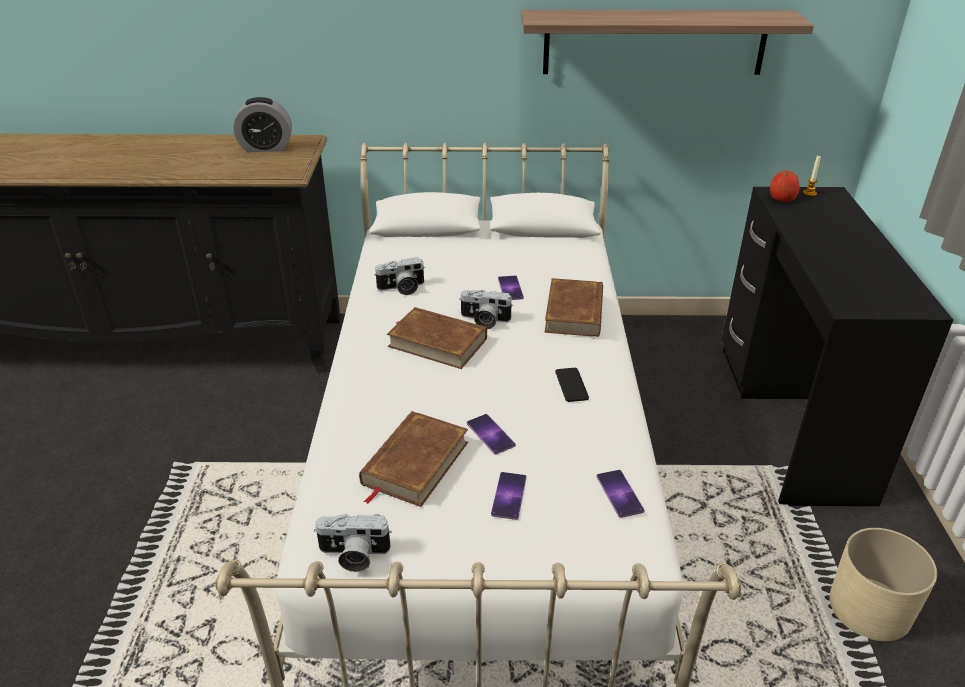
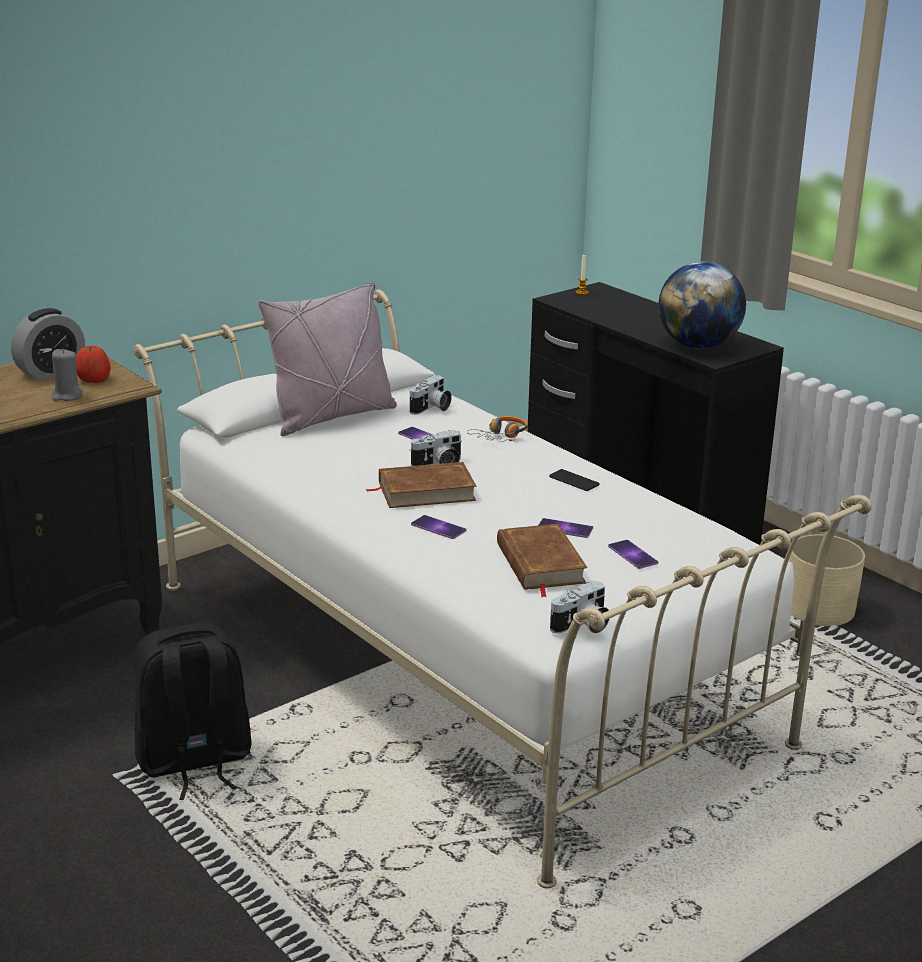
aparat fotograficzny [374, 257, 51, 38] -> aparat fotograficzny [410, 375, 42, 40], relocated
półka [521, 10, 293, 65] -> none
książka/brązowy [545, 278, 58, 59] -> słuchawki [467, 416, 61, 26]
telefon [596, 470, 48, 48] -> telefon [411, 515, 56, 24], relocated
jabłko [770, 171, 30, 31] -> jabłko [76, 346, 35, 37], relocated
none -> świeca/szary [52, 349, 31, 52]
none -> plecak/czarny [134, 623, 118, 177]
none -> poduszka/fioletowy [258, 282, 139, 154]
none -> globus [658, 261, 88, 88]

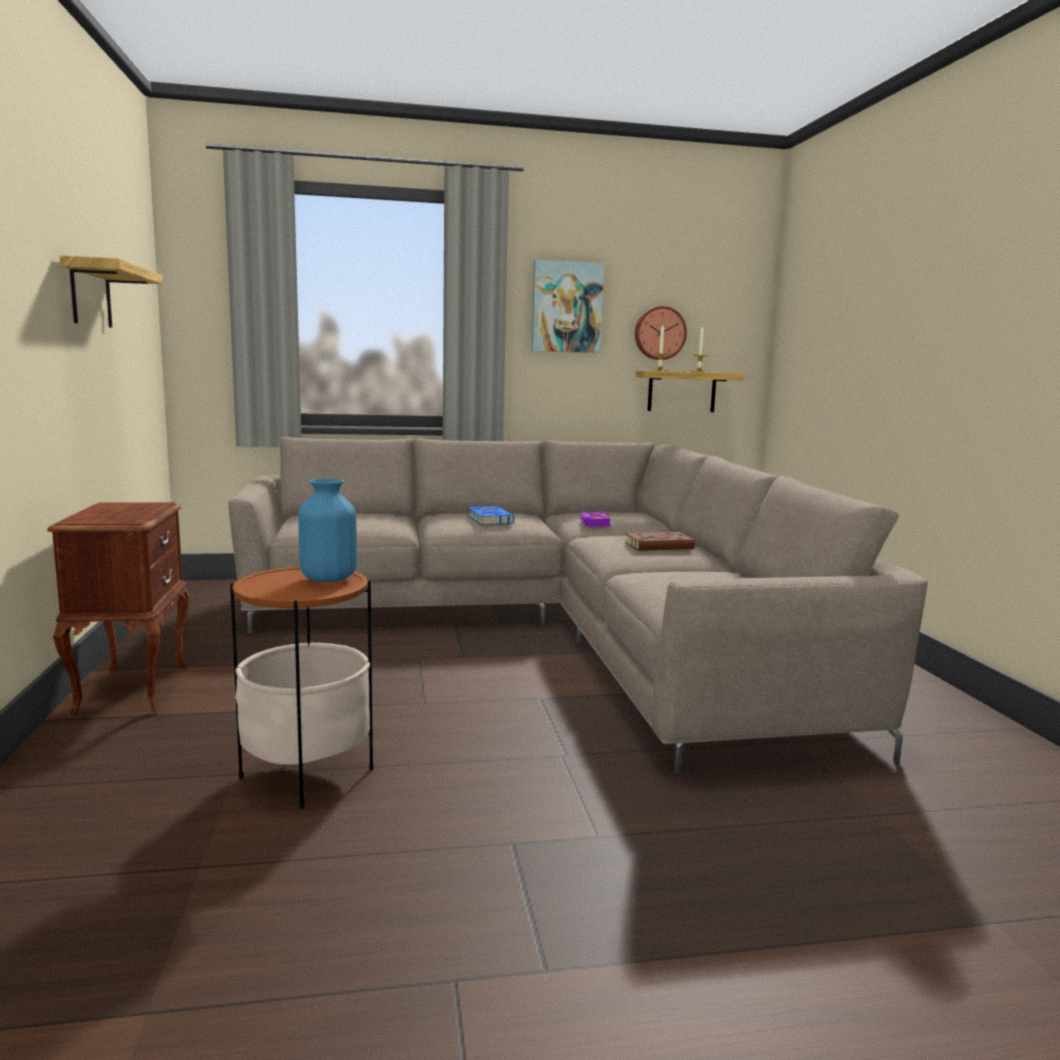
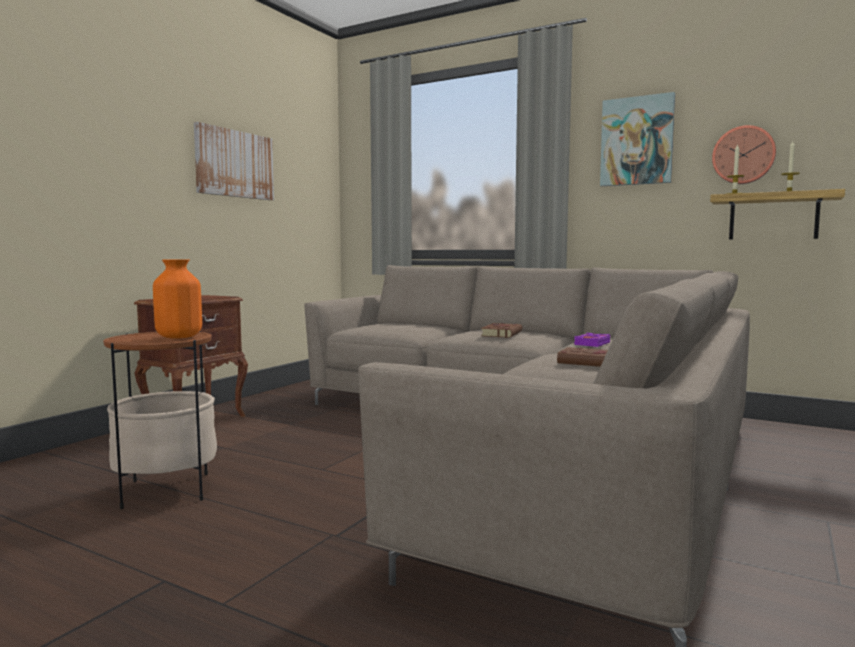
półka [60, 256, 103, 72] -> obraz [194, 122, 80, 78]
wazon/niebieski [298, 479, 59, 103] -> wazon/pomarańczowy [153, 259, 49, 80]
książka/niebieski [468, 506, 46, 19] -> książka/brązowy [481, 323, 41, 15]

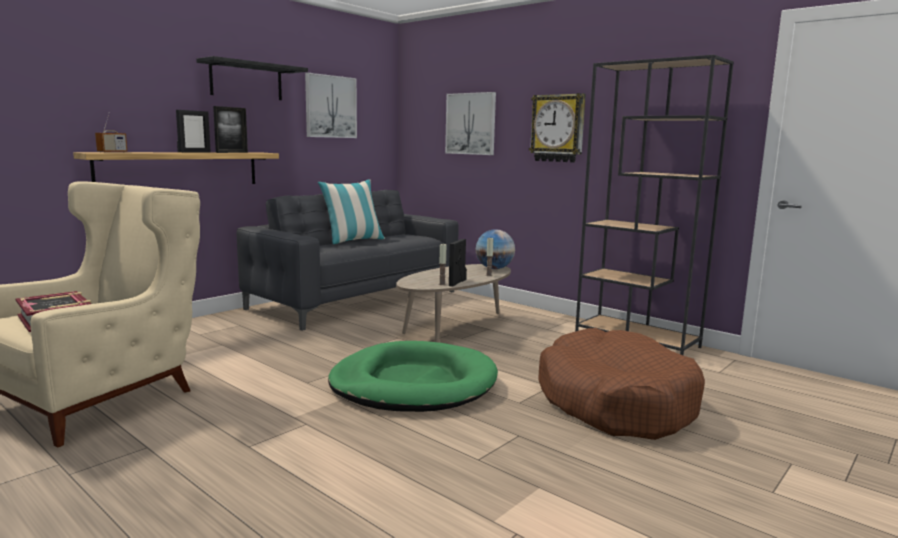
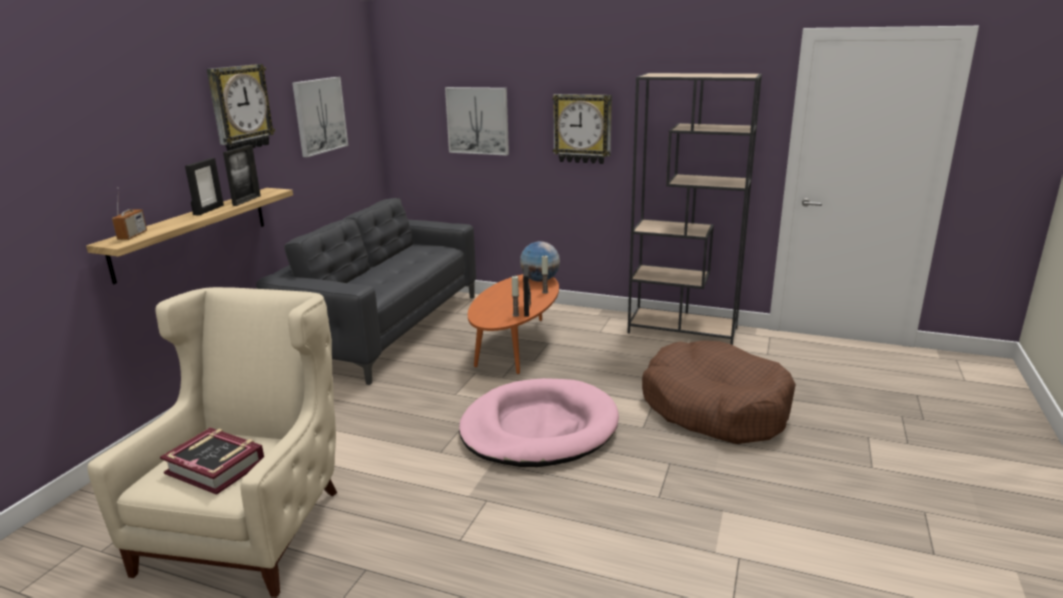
półka/czarny [196, 56, 112, 44] -> zegar ścienny [207, 64, 68, 87]
poduszka [318, 179, 67, 65] -> none
legowisko/zielony [328, 341, 170, 71] -> legowisko/różowy [459, 378, 160, 89]
ława/beżowy [396, 264, 115, 79] -> ława/pomarańczowy [468, 274, 91, 100]

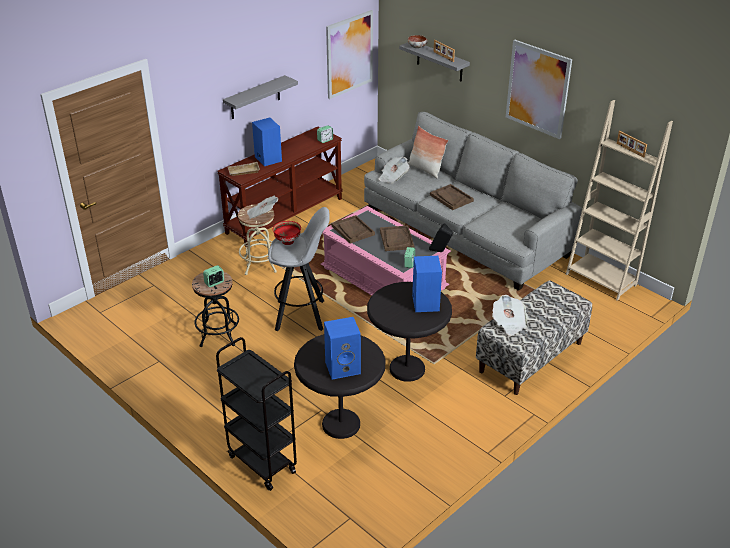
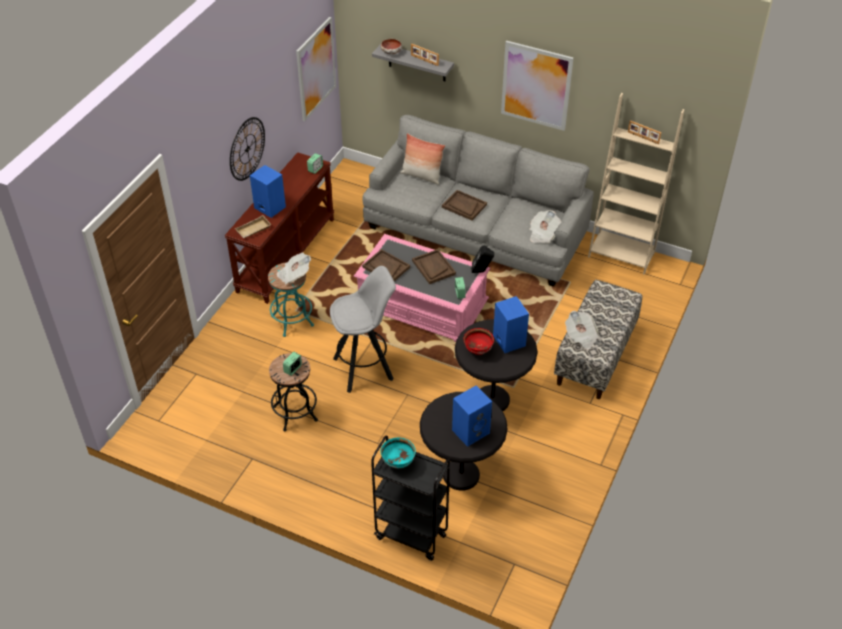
półka/szary [223, 75, 75, 44] -> zegar ścienny [230, 117, 35, 64]
stołek/beżowy [238, 204, 39, 71] -> stołek/turkusowy [268, 262, 46, 75]
miska/czerwony [272, 221, 29, 24] -> miska/czerwony [463, 328, 31, 27], relocated
gazeta [378, 157, 31, 27] -> gazeta [529, 210, 32, 33], relocated
none -> miska/turkusowy [381, 437, 35, 31]

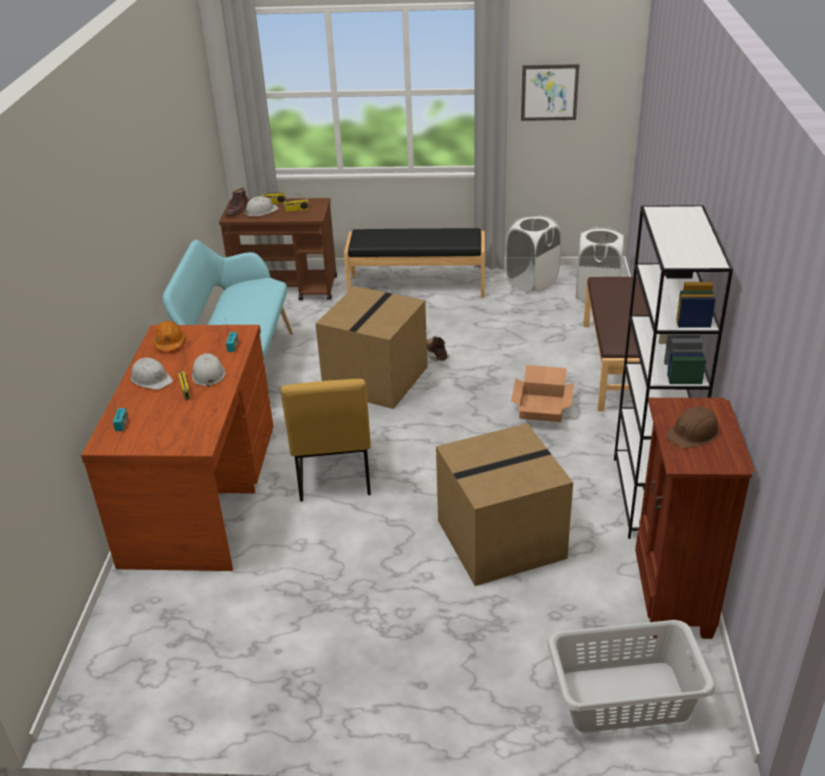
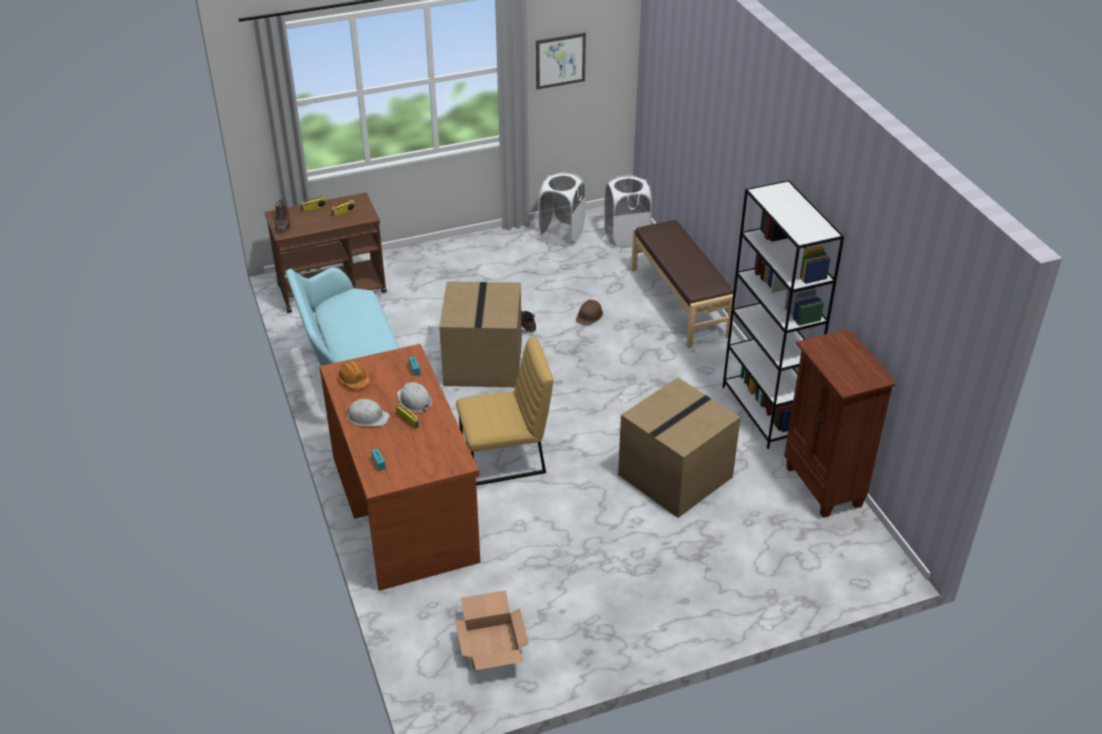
kask/biały [244, 196, 35, 20] -> none
krzesło/żółty [281, 379, 90, 123] -> krzesło/żółty [456, 337, 97, 149], 75 degrees counterclockwise
ławka/czarny [344, 228, 141, 69] -> none
karton [511, 365, 63, 57] -> karton [455, 590, 74, 80], relocated
kosz na pranie/szary [547, 620, 168, 113] -> none
kask/brązowy [666, 406, 53, 42] -> kask/brązowy [576, 300, 27, 26], relocated

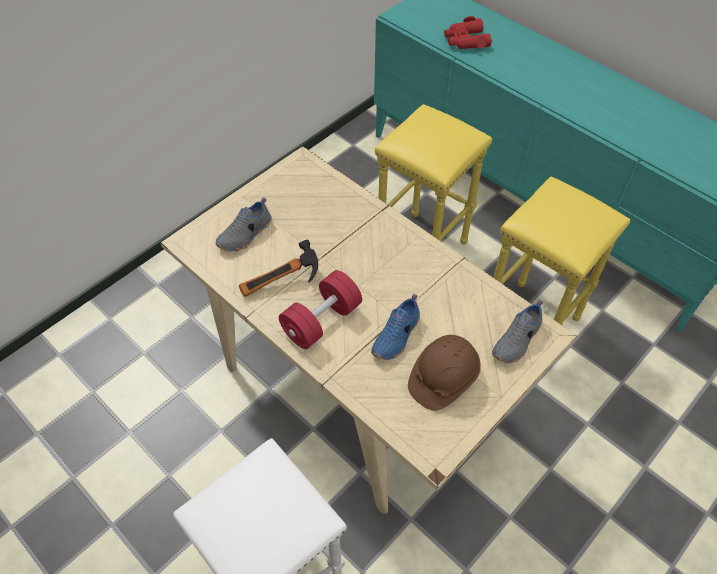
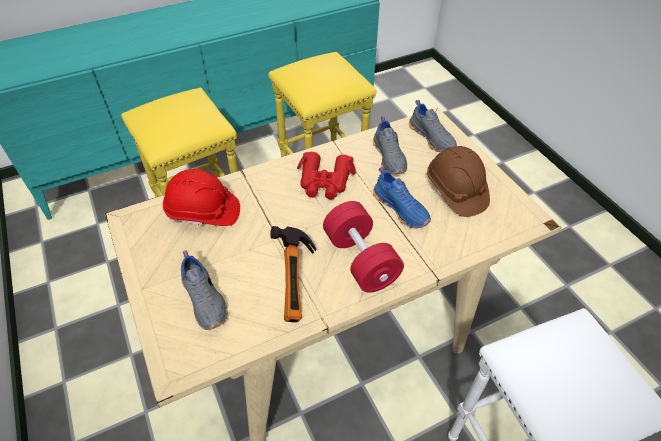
lornetka/czerwony [444, 16, 48, 33] -> lornetka/czerwony [297, 152, 59, 47], relocated
none -> kask/czerwony [163, 169, 77, 57]
none -> but/szary [373, 116, 34, 59]

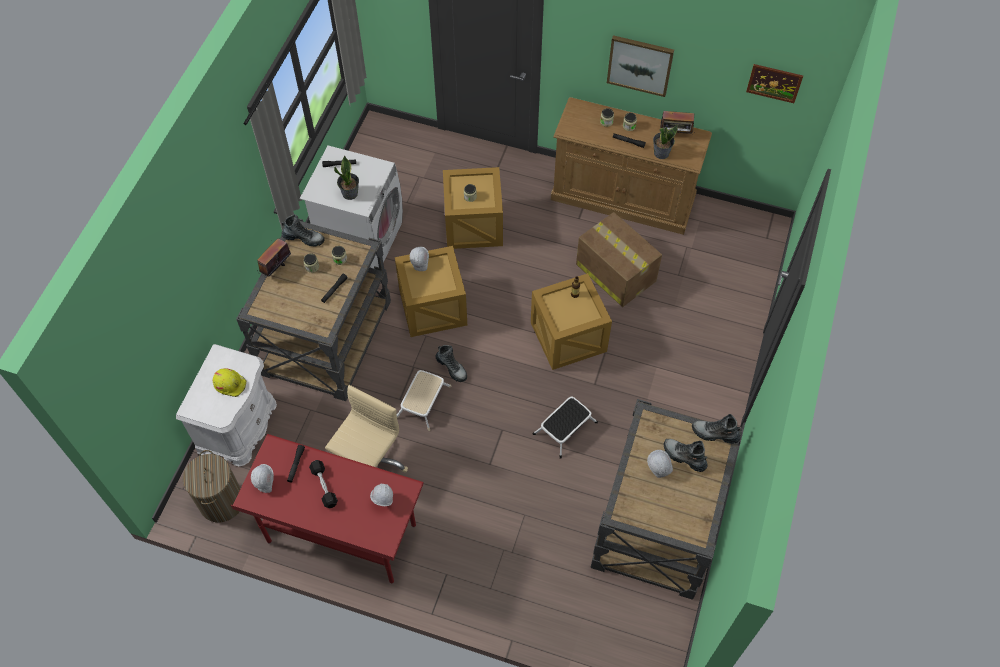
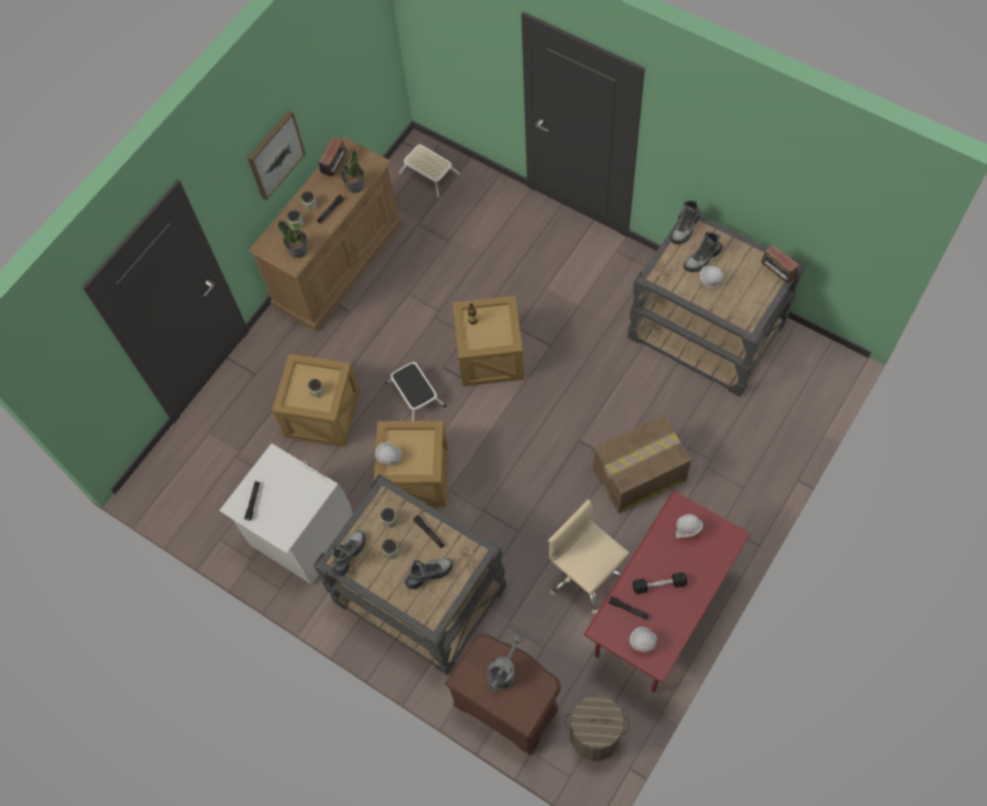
szafka nocna/biały [176, 344, 101, 122] -> szafka nocna/brązowy [445, 634, 116, 122]
kask/żółty [213, 368, 33, 29] -> konewka/szary [488, 635, 35, 56]
radio [257, 238, 34, 39] -> radio [762, 244, 37, 41], relocated
roślina doniczkowa [334, 156, 25, 44] -> roślina doniczkowa [278, 221, 29, 37], relocated
drabinka/beżowy [397, 370, 55, 61] -> drabinka/beżowy [399, 145, 61, 53], relocated
but z cholewką [436, 345, 31, 37] -> but z cholewką [405, 558, 48, 32], relocated
drabinka/czarny [533, 397, 65, 61] -> drabinka/czarny [385, 362, 61, 59], relocated
karton [576, 212, 86, 95] -> karton [593, 415, 98, 98], relocated
obraz [746, 64, 57, 39] -> none

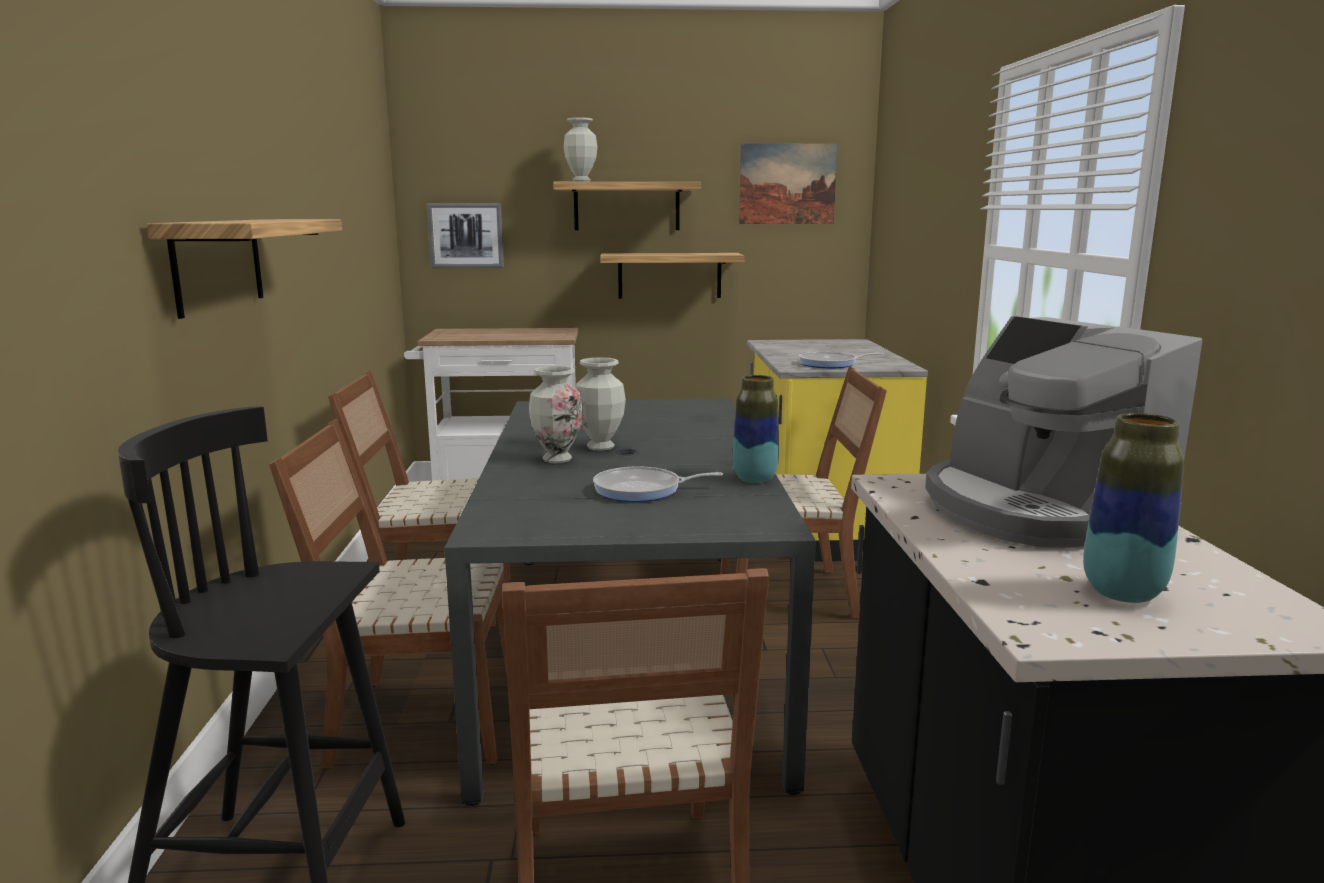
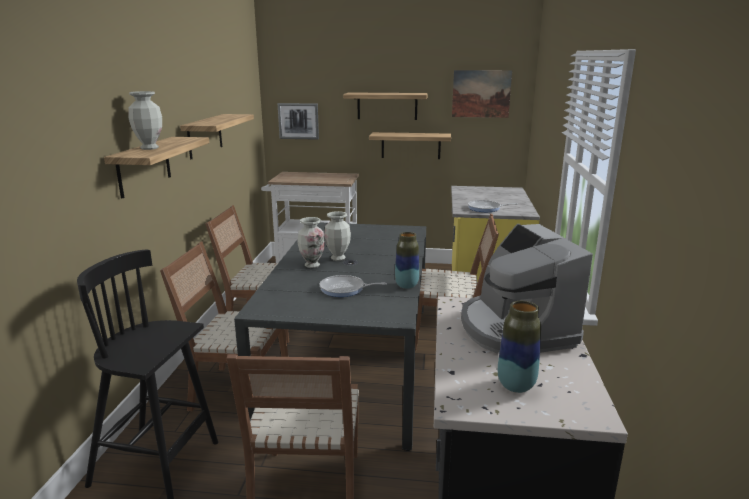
wazon [563, 117, 34, 65] -> wazon [128, 91, 34, 59], relocated
none -> półka [180, 114, 74, 46]

